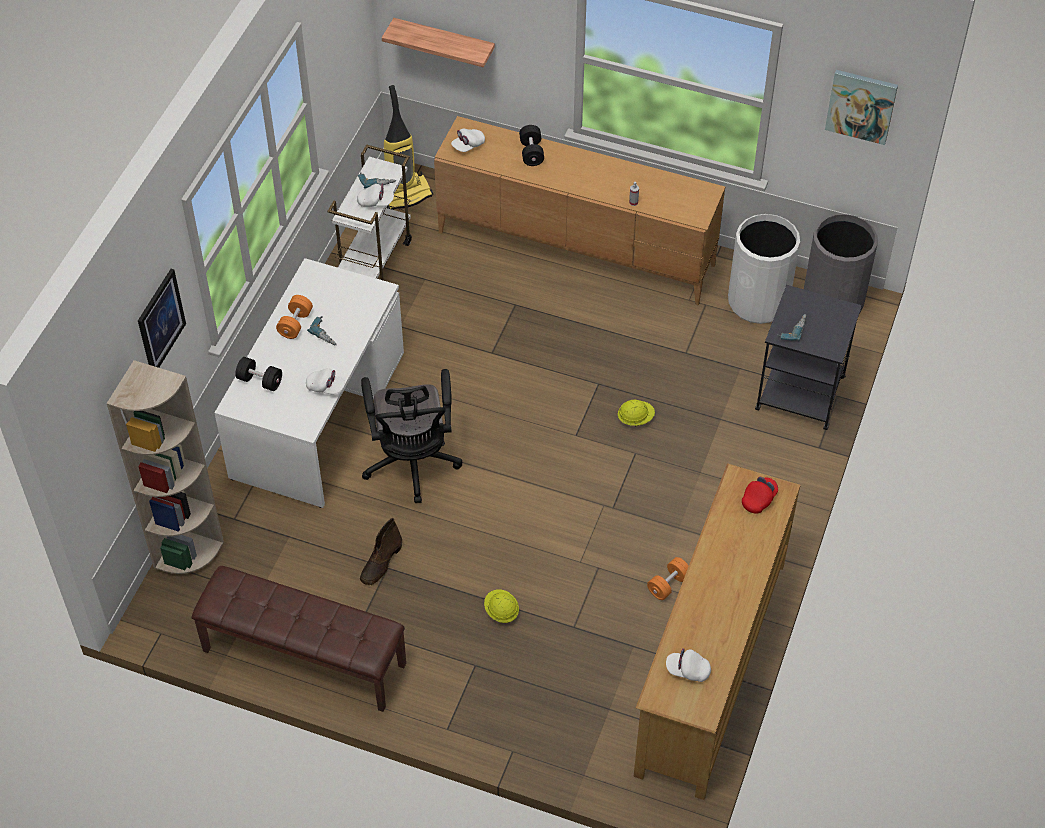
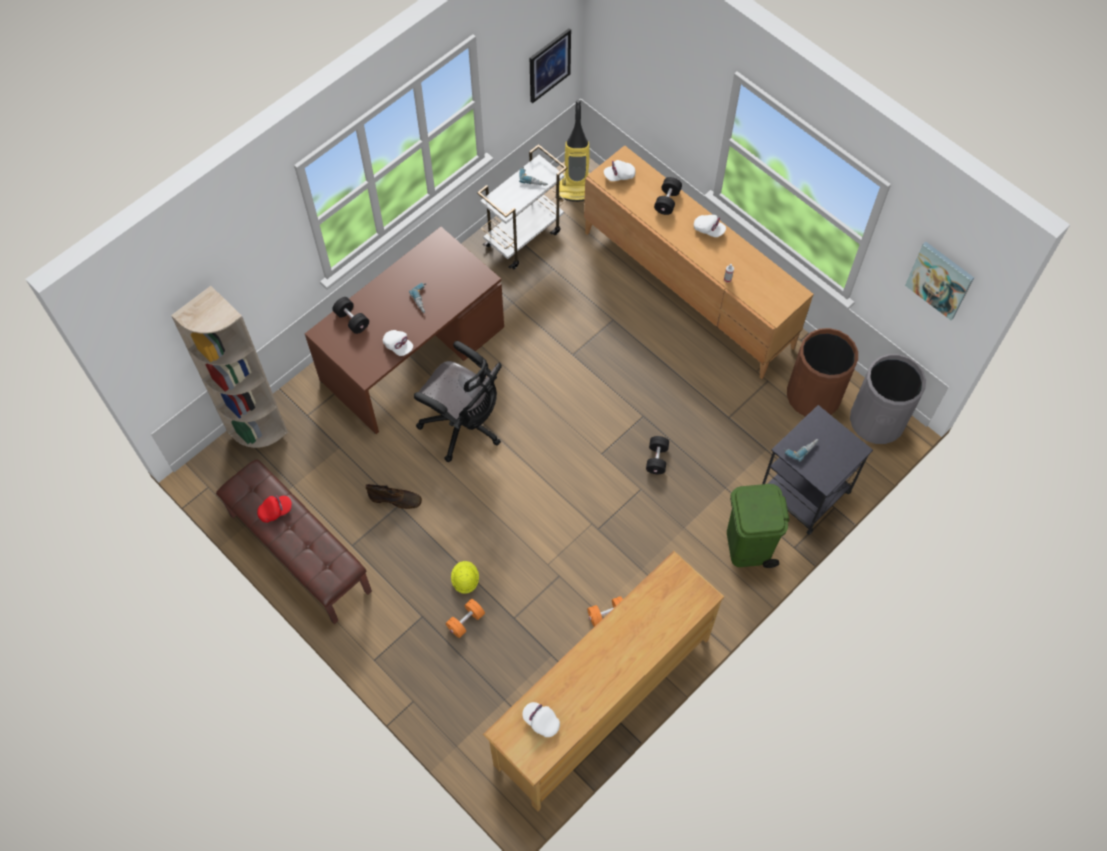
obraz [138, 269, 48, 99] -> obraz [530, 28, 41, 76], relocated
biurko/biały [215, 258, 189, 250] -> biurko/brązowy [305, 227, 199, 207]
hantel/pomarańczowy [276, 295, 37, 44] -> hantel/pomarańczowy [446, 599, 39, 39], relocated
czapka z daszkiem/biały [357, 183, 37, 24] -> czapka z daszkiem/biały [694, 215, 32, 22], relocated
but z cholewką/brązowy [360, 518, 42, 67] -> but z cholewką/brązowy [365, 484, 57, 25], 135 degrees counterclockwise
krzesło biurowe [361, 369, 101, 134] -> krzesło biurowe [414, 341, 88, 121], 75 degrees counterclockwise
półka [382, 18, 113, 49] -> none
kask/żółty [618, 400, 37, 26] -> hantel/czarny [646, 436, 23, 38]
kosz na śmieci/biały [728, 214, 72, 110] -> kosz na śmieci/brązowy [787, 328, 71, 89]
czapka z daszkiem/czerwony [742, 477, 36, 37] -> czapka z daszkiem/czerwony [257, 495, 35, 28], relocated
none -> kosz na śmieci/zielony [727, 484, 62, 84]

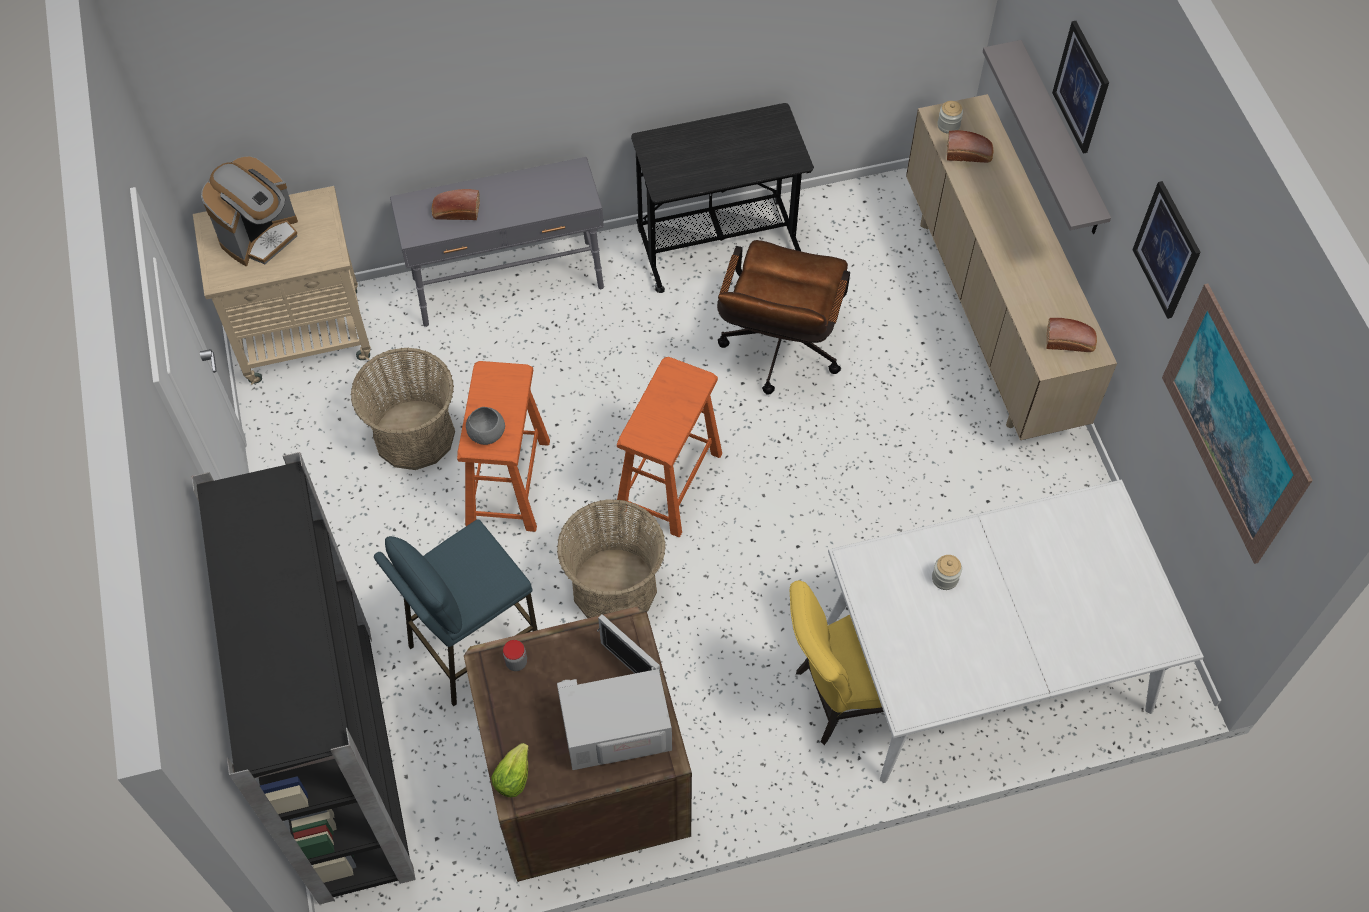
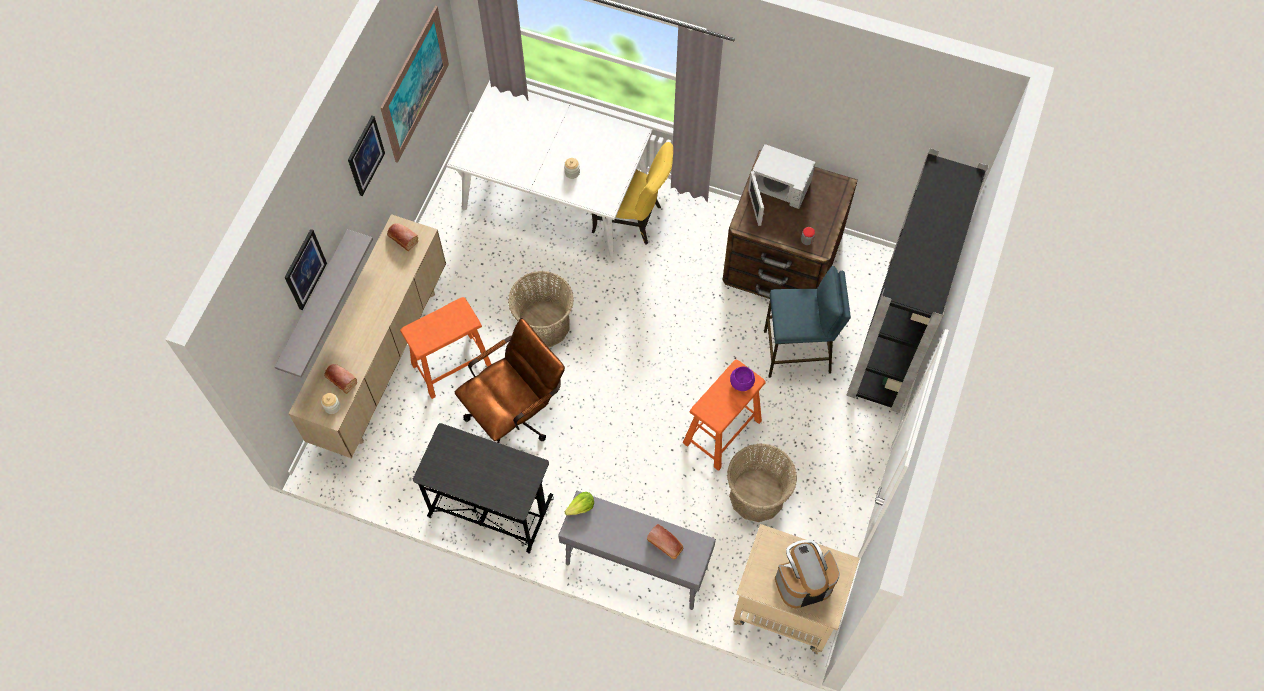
miska/szary [466, 407, 39, 38] -> miska/fioletowy [730, 367, 25, 24]
sałata [491, 743, 38, 54] -> sałata [564, 492, 30, 23], relocated
koszyk [557, 499, 109, 119] -> koszyk [508, 271, 66, 76], relocated
stołek/pomarańczowy [617, 357, 105, 180] -> stołek/pomarańczowy [400, 297, 91, 102], relocated

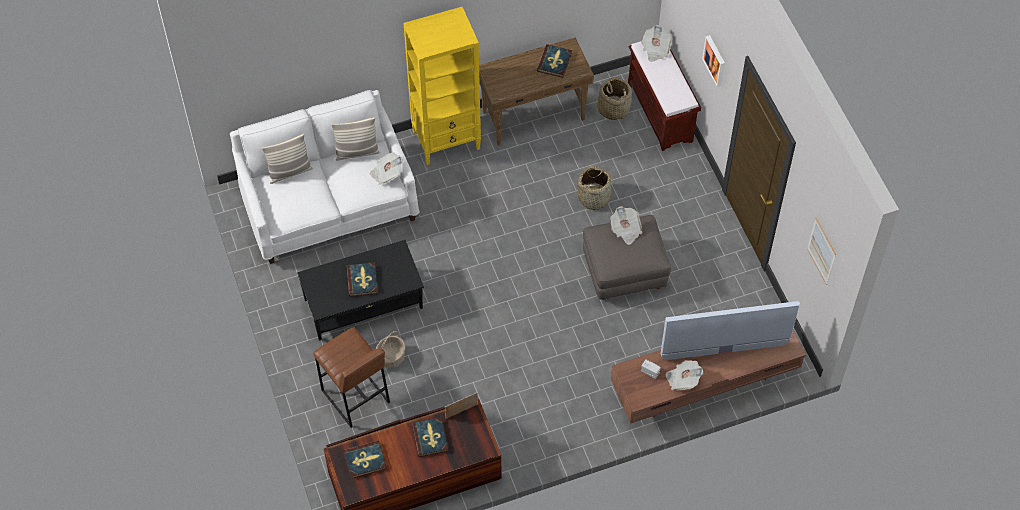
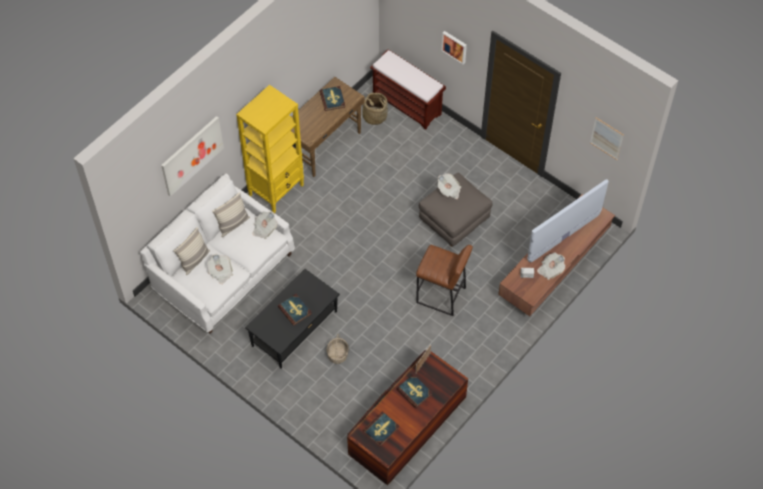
stołek/brązowy [313, 327, 77, 101] -> stołek/brązowy [416, 245, 57, 71], relocated
koszyk [577, 166, 35, 44] -> none
gazeta [641, 25, 31, 37] -> gazeta [207, 254, 26, 30], relocated
none -> obraz [161, 116, 63, 81]

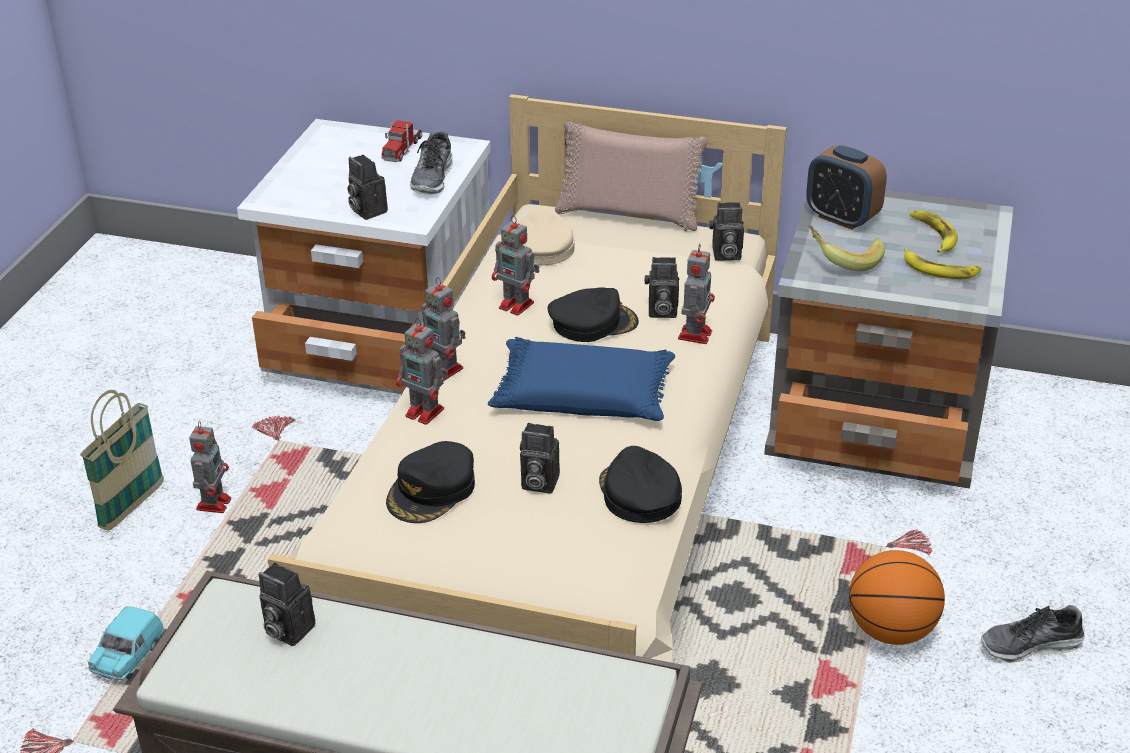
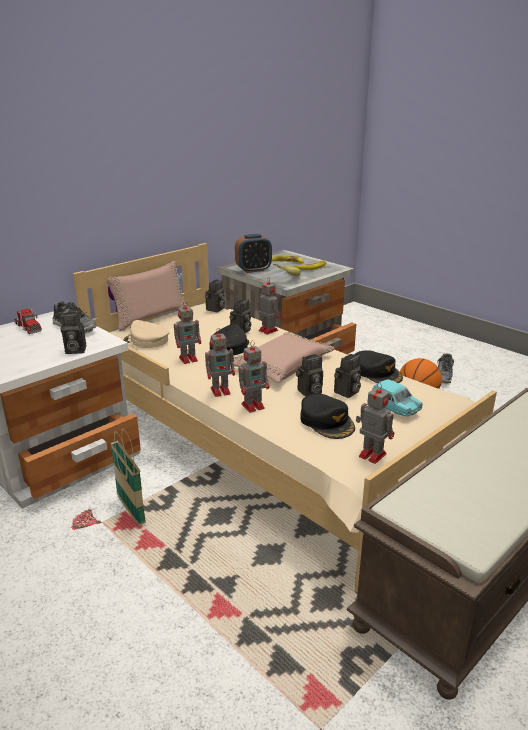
koszyk [80, 390, 84, 141] -> koszyk [110, 429, 36, 97], relocated
samochodzik/turkusowy [88, 606, 76, 74] -> samochodzik/turkusowy [372, 379, 50, 37], relocated
robot zabawkowy [189, 421, 42, 92] -> robot zabawkowy [356, 382, 38, 82], relocated
aparat fotograficzny [259, 563, 56, 83] -> aparat fotograficzny [296, 354, 27, 43], relocated
poduszka/niebieski [488, 337, 187, 84] -> poduszka/beżowy [230, 332, 105, 51]
czapka z daszkiem/czarny [599, 446, 83, 77] -> czapka z daszkiem/czarny [354, 350, 49, 33], 135 degrees counterclockwise

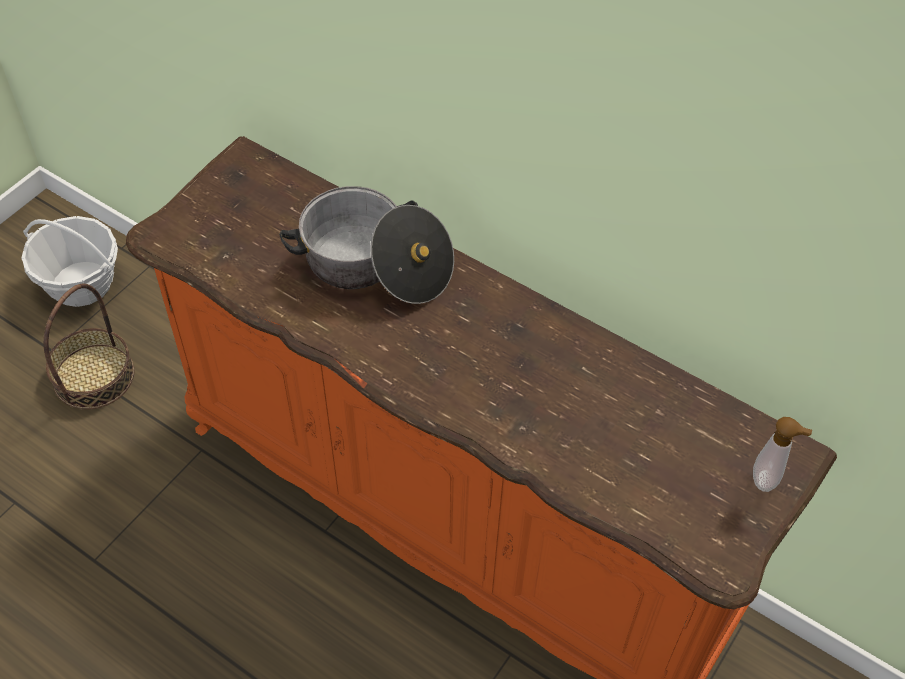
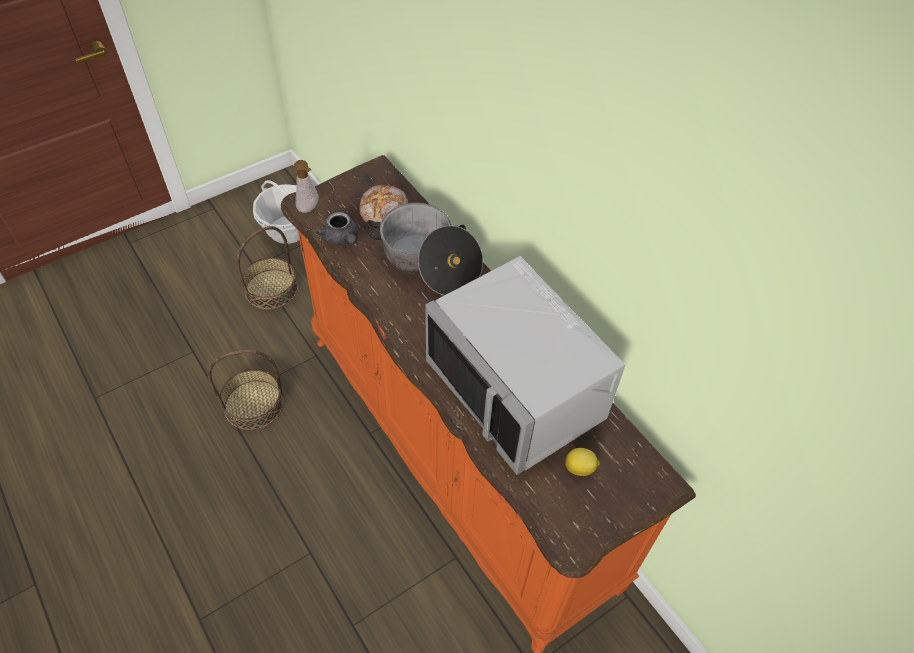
dozownik mydła [753, 417, 59, 75] -> dozownik mydła [294, 160, 25, 53], relocated
none -> koszyk [208, 350, 76, 80]
none -> imbryk/szary [316, 212, 42, 34]
none -> chleb [359, 185, 49, 37]
none -> mikrofalówka/szary [425, 256, 201, 219]
none -> cytryna [565, 448, 35, 28]

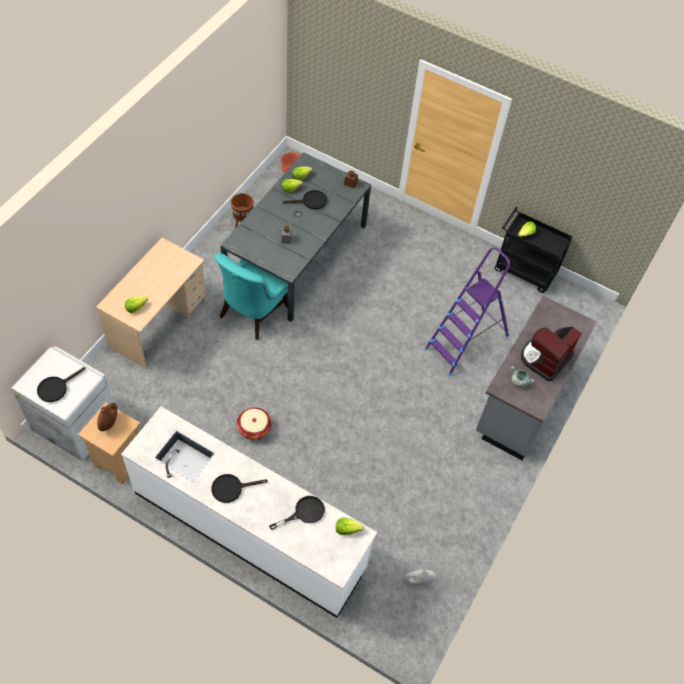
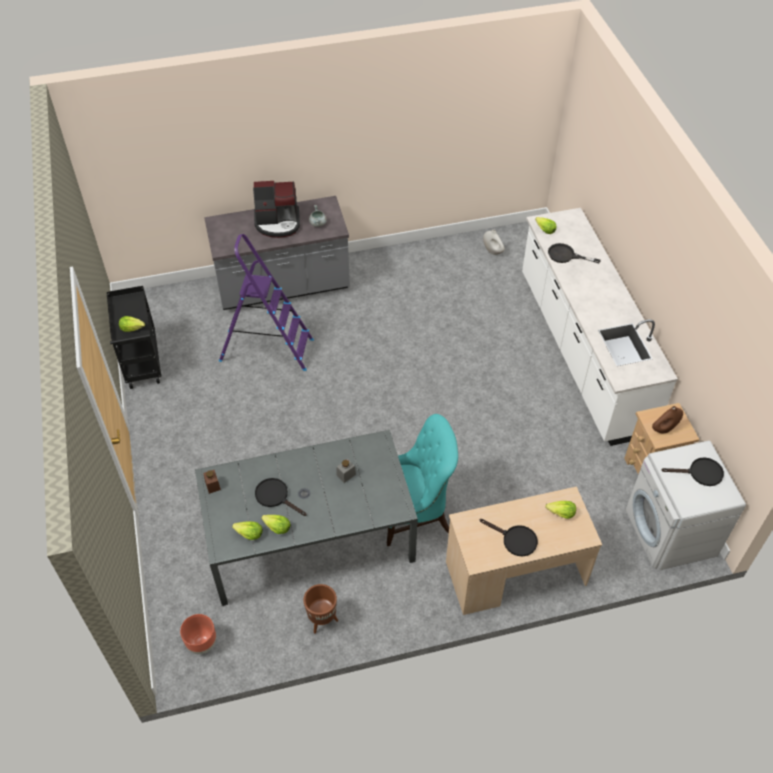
patelnia/czarny [212, 474, 56, 29] -> patelnia/czarny [480, 519, 58, 37], relocated
koszyk [237, 407, 35, 33] -> none

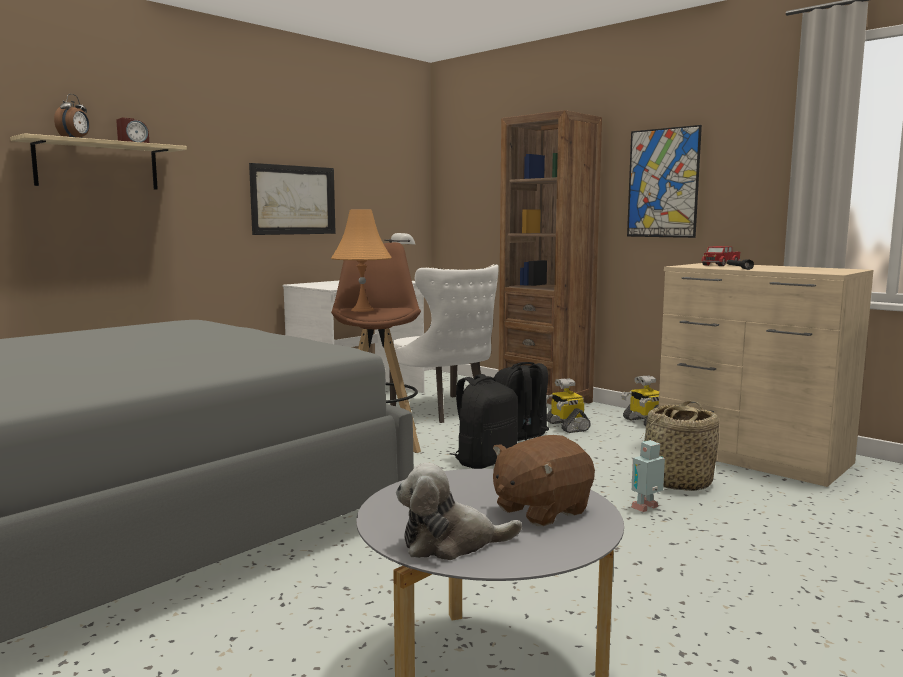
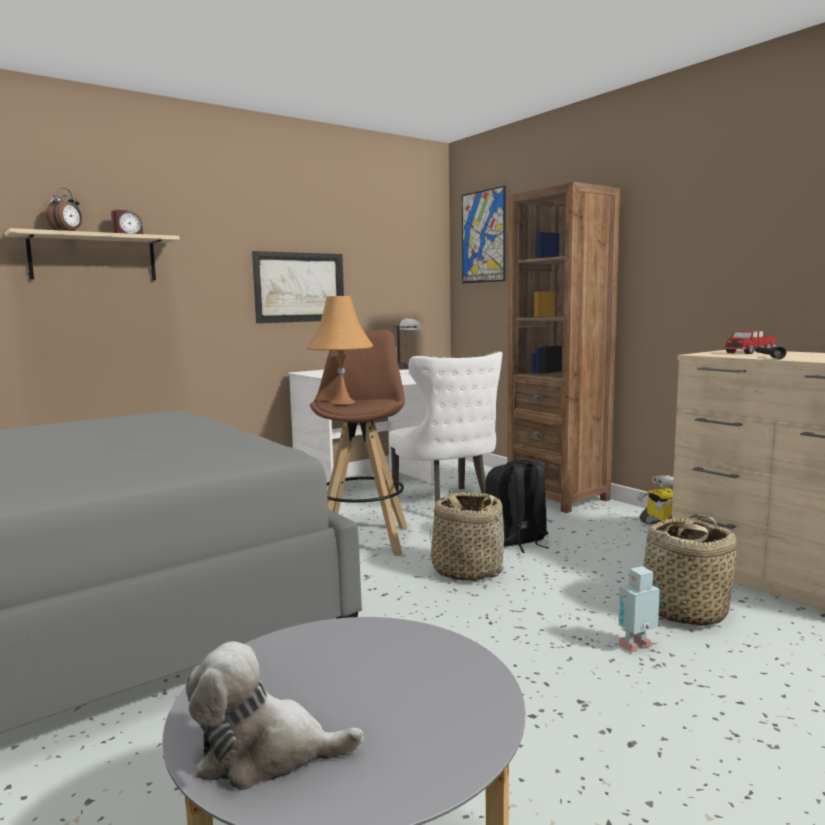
plecak/czarny [450, 374, 67, 95] -> koszyk [430, 490, 74, 91]
pluszak/brązowy [493, 435, 102, 91] -> none
robot zabawkowy [546, 378, 45, 55] -> none
obraz [627, 125, 75, 113] -> obraz [462, 186, 44, 97], relocated

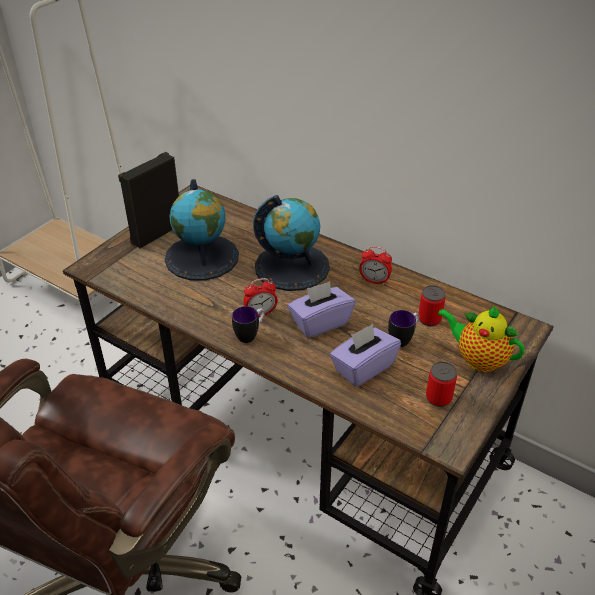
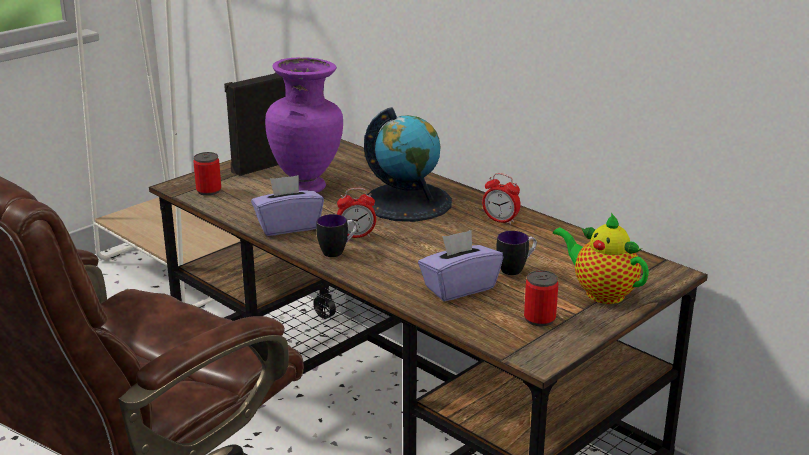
globus [165, 179, 74, 102] -> wazon/fioletowy [265, 57, 78, 135]
pudełko chusteczek/fioletowy [288, 281, 67, 57] -> pudełko chusteczek/fioletowy [251, 175, 73, 61], relocated
puszka [418, 285, 28, 41] -> puszka [194, 152, 27, 44], relocated

